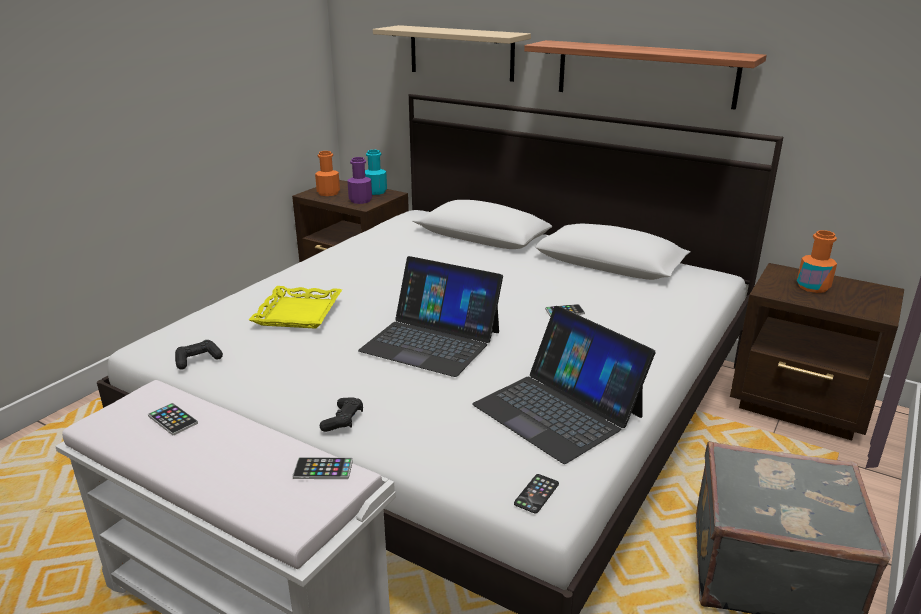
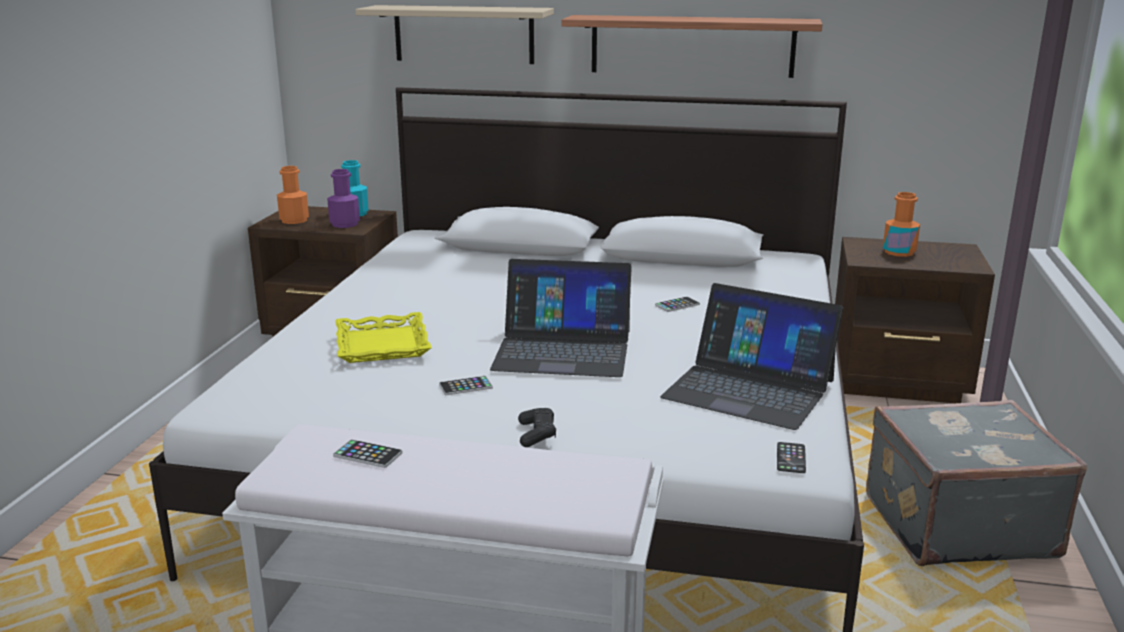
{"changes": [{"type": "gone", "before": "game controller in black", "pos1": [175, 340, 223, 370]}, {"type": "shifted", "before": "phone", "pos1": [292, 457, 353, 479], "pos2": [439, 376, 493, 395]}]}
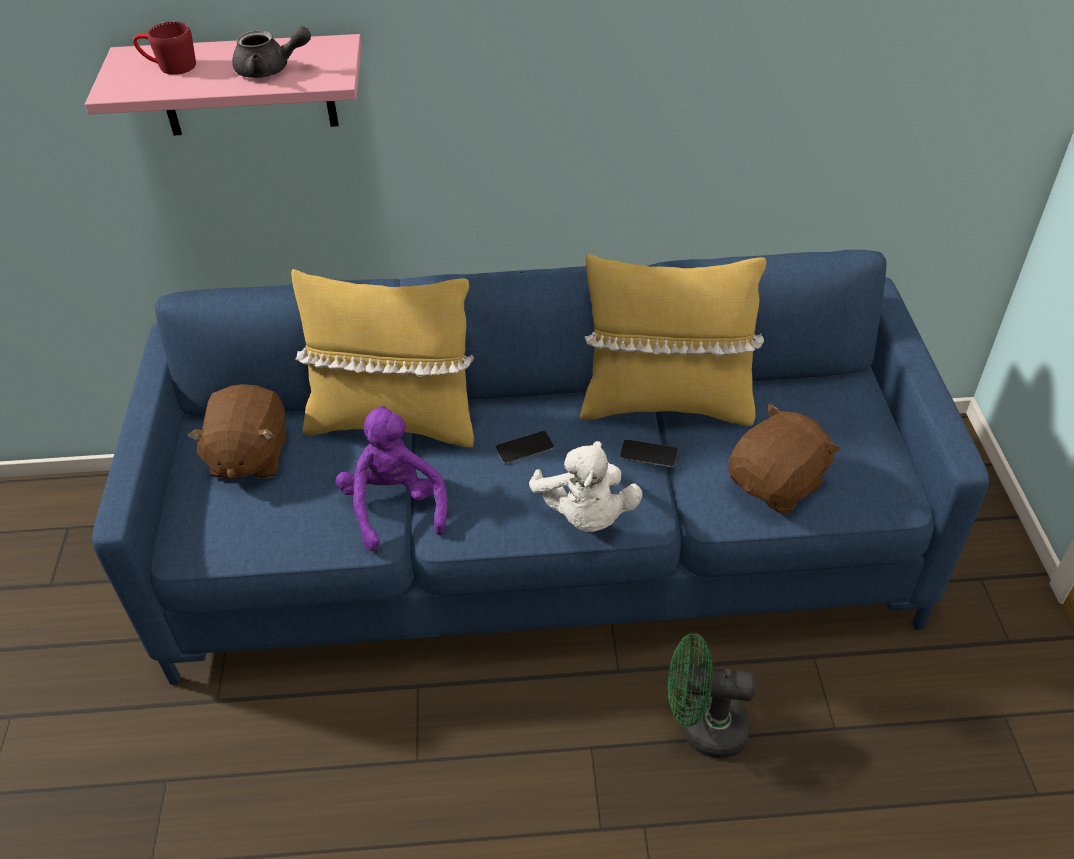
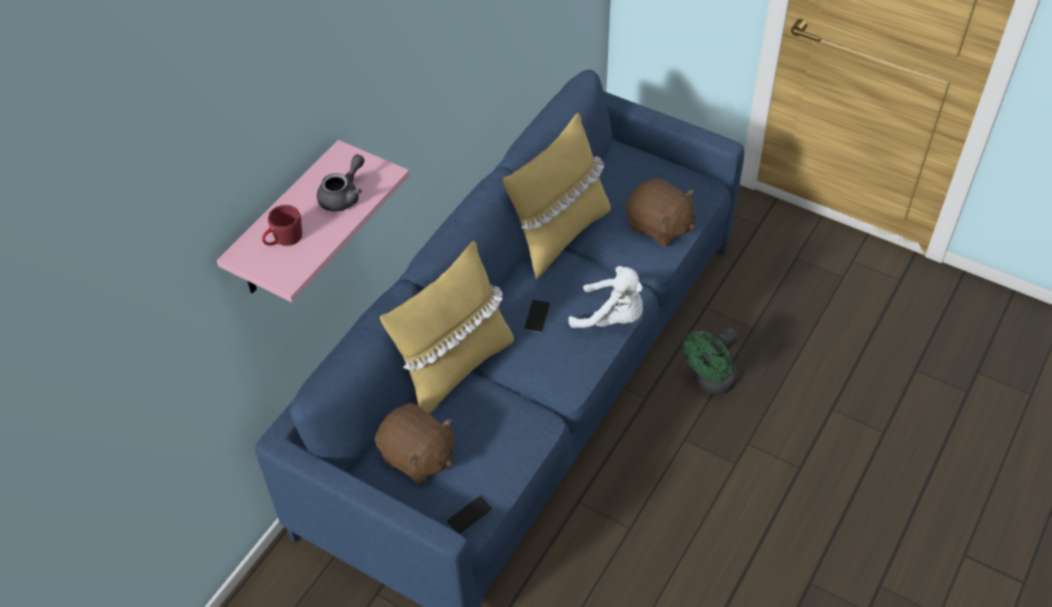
{"changes": [{"type": "rotated", "before": "plush toy in brown", "pos1": [728, 404, 841, 514], "pos2": [626, 178, 695, 247], "turn": 135}, {"type": "gone", "before": "plush toy in purple", "pos1": [336, 406, 447, 551]}, {"type": "shifted", "before": "phone", "pos1": [620, 440, 678, 467], "pos2": [447, 496, 492, 534]}]}
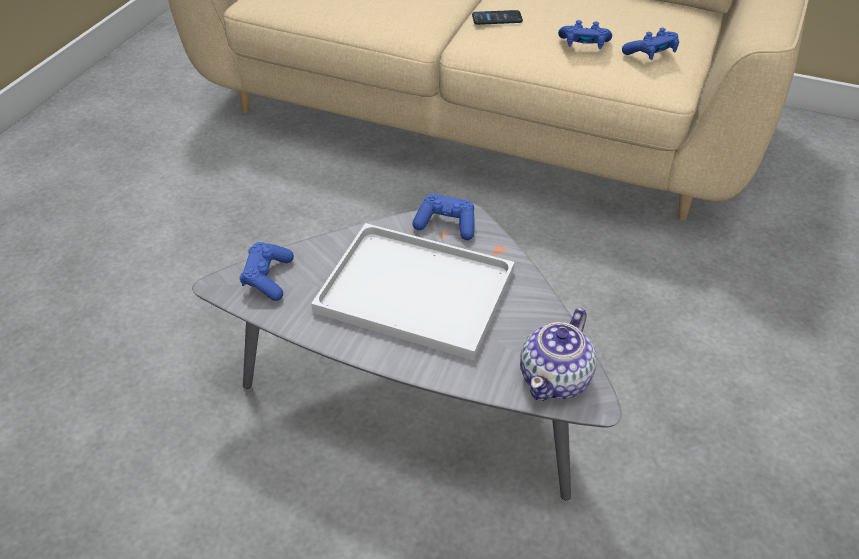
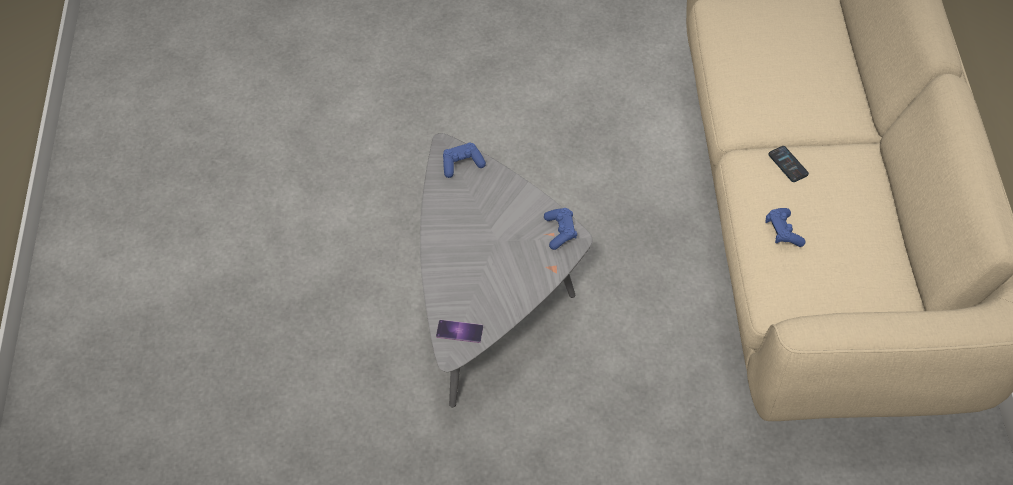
{"changes": [{"type": "gone", "before": "game controller in blue", "pos1": [622, 28, 679, 60]}, {"type": "gone", "before": "tray in white", "pos1": [311, 223, 515, 360]}, {"type": "swapped", "before": "teapot", "after": "phone", "pos1": [520, 308, 597, 401], "pos2": [436, 320, 483, 343]}]}
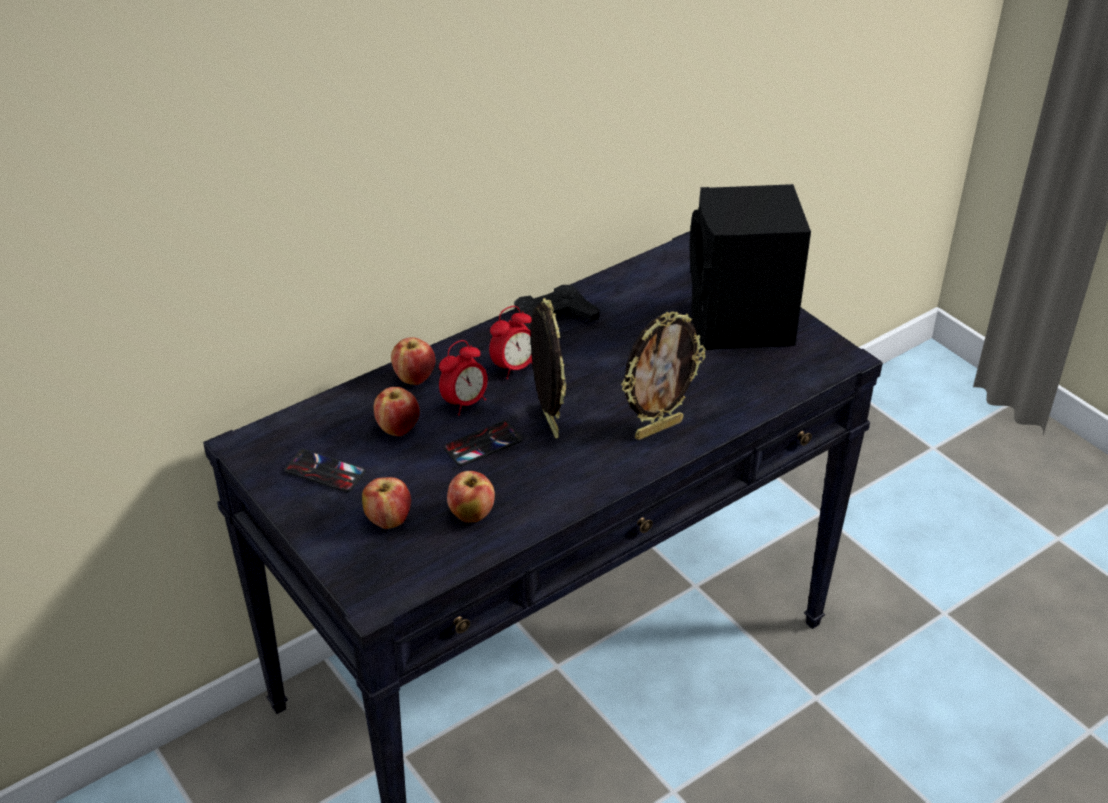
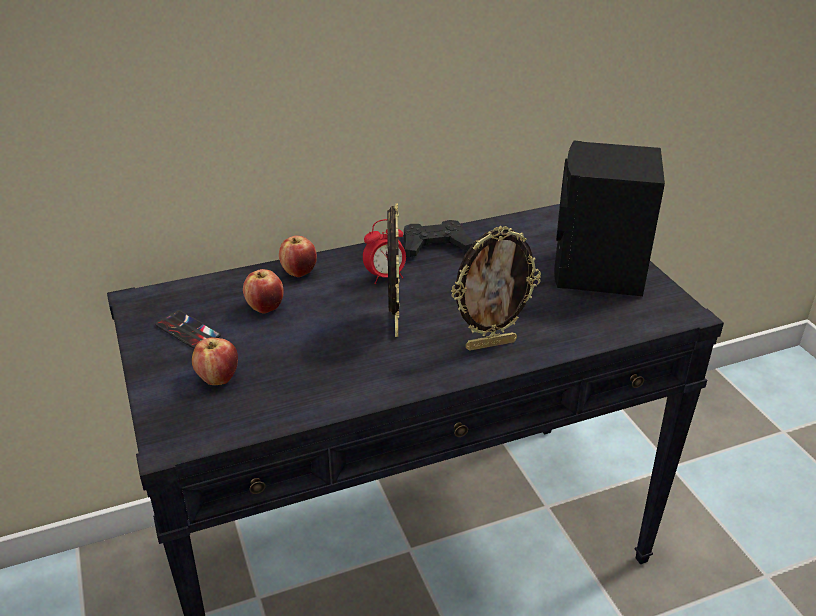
{"changes": [{"type": "gone", "before": "alarm clock", "pos1": [439, 340, 488, 416]}, {"type": "gone", "before": "phone", "pos1": [443, 420, 523, 466]}, {"type": "gone", "before": "apple", "pos1": [447, 471, 495, 522]}]}
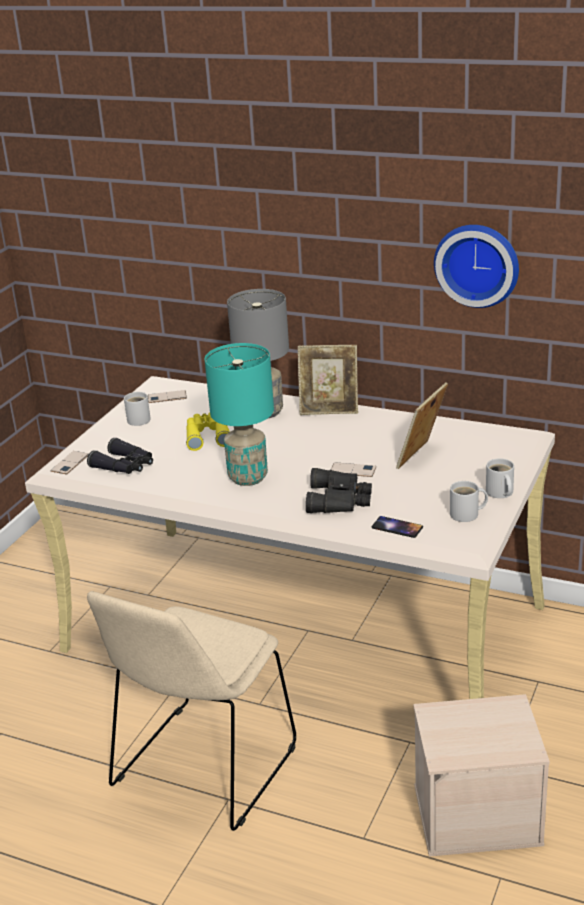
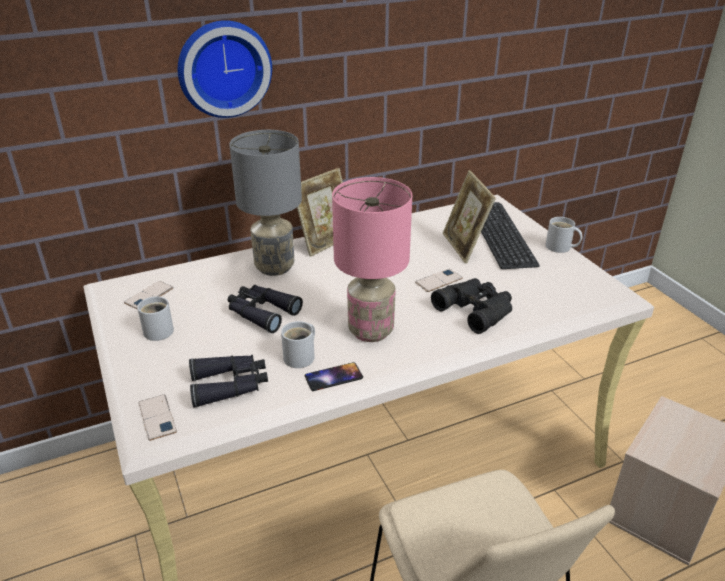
{"changes": [{"type": "shifted", "before": "wall clock", "pos1": [434, 225, 519, 308], "pos2": [178, 20, 272, 118]}, {"type": "repainted", "before": "table lamp in turquoise", "after": "table lamp in pink", "pos1": [204, 343, 274, 486], "pos2": [332, 177, 412, 342]}, {"type": "repainted", "before": "binoculars in yellow", "after": "binoculars in black", "pos1": [186, 413, 230, 451], "pos2": [228, 285, 303, 333]}, {"type": "shifted", "before": "mug in white", "pos1": [450, 481, 488, 522], "pos2": [281, 321, 315, 368]}, {"type": "shifted", "before": "phone", "pos1": [372, 516, 423, 538], "pos2": [305, 362, 363, 391]}, {"type": "new", "after": "keyboard", "pos2": [481, 202, 539, 269]}]}
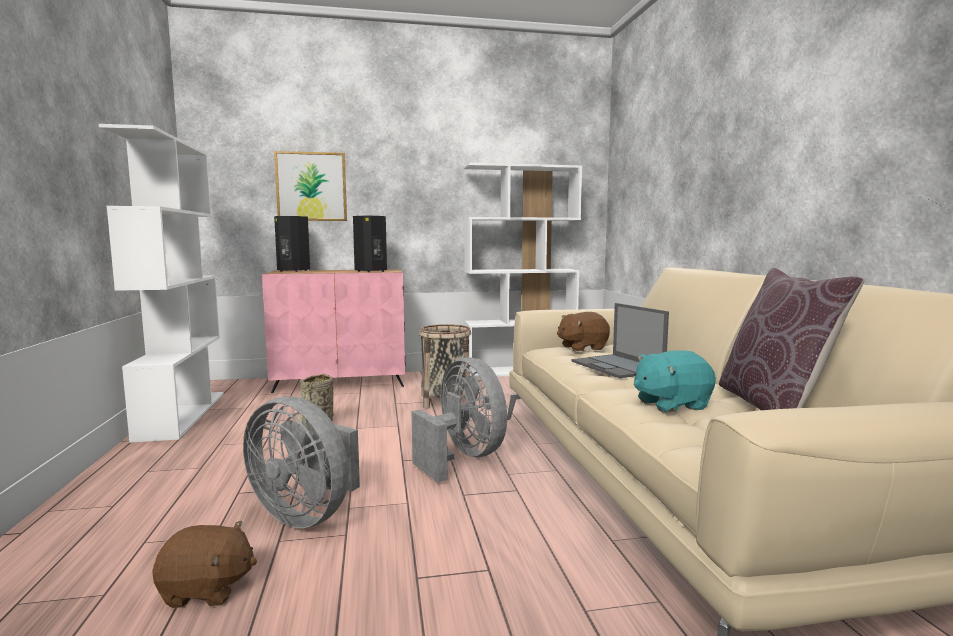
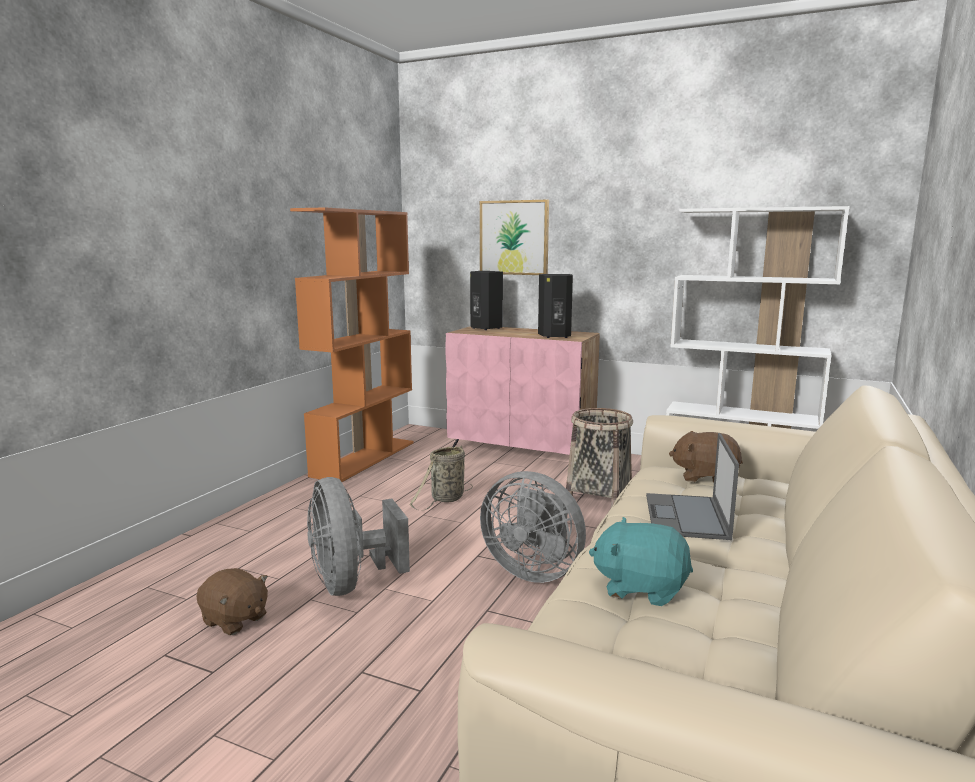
{"changes": [{"type": "repainted", "before": "bookcase in white", "after": "bookcase in orange", "pos1": [99, 124, 224, 443], "pos2": [290, 207, 414, 482]}, {"type": "gone", "before": "pillow in brown", "pos1": [719, 268, 864, 410]}, {"type": "rotated", "before": "fan in grey", "pos1": [412, 357, 507, 482], "pos2": [480, 471, 586, 583], "turn": 120}]}
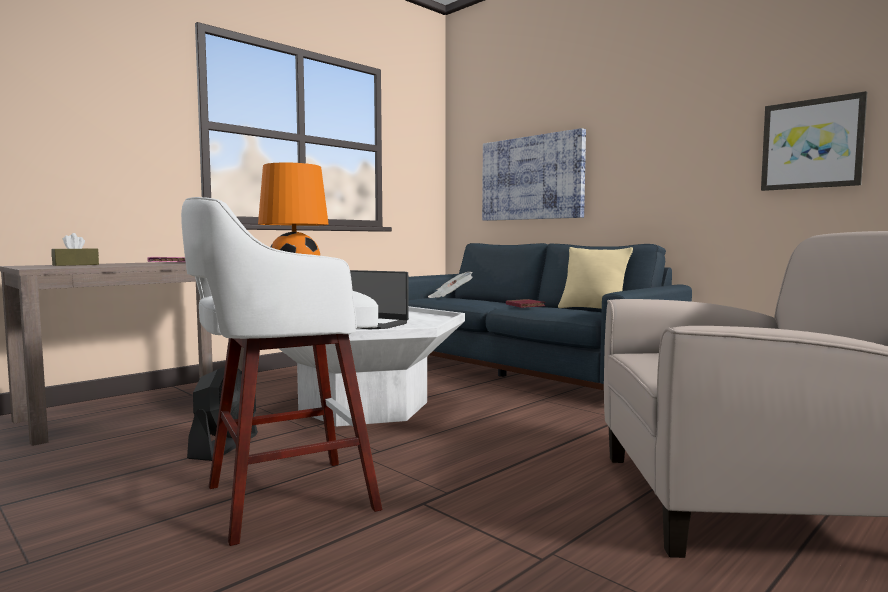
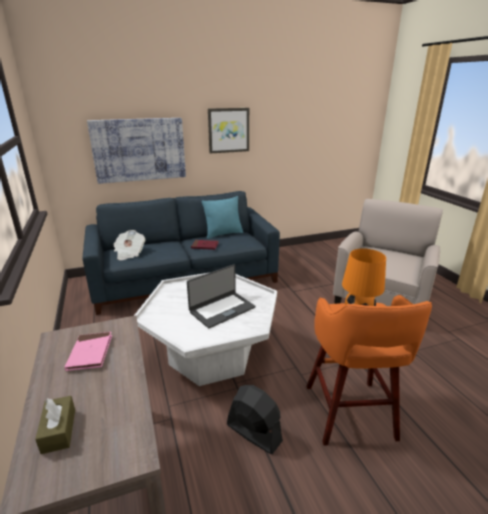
{"changes": [{"type": "shifted", "before": "picture", "pos1": [761, 91, 867, 191], "pos2": [208, 108, 249, 154]}, {"type": "repainted", "before": "stool in white", "after": "stool in orange", "pos1": [181, 197, 382, 546], "pos2": [306, 295, 432, 446]}, {"type": "repainted", "before": "pillow in beige", "after": "pillow in turquoise", "pos1": [558, 247, 633, 309], "pos2": [202, 196, 243, 239]}]}
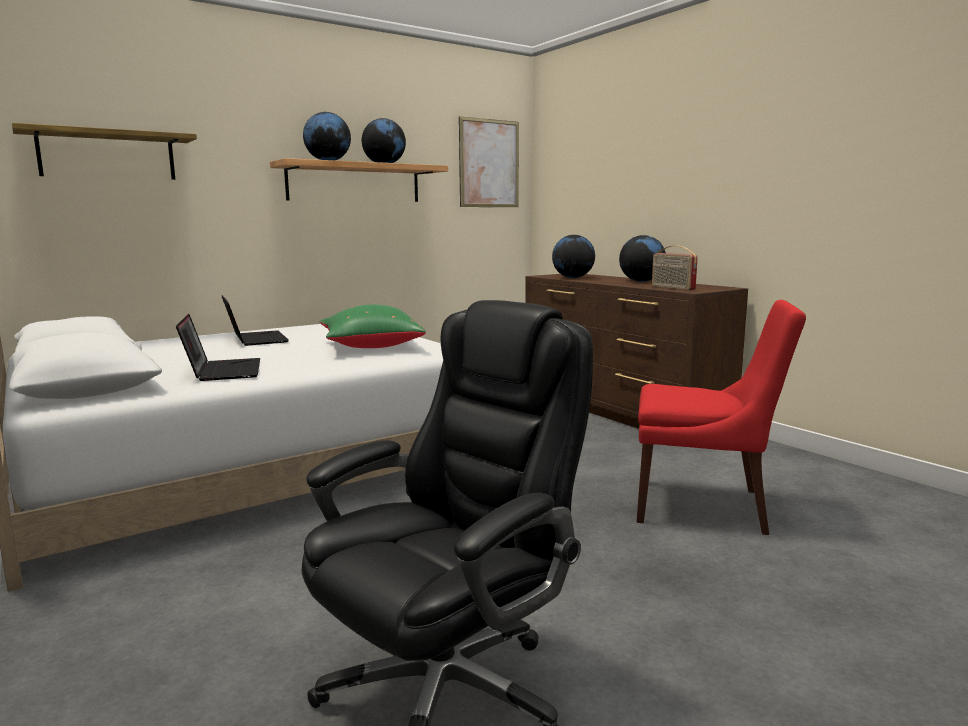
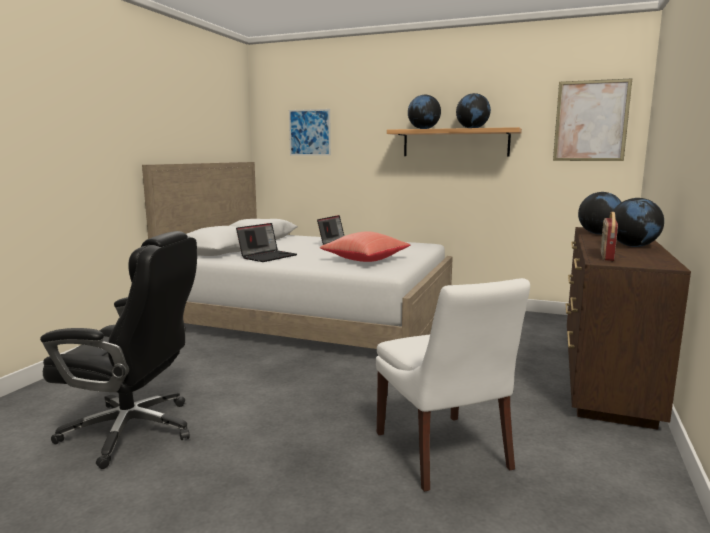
{"changes": [{"type": "swapped", "before": "shelf", "after": "picture", "pos1": [12, 123, 197, 180], "pos2": [289, 109, 331, 156]}, {"type": "repainted", "before": "chair in red", "after": "chair in white", "pos1": [636, 300, 806, 535], "pos2": [376, 278, 530, 492]}, {"type": "repainted", "before": "pillow in green", "after": "pillow in red", "pos1": [319, 305, 426, 348], "pos2": [320, 231, 411, 262]}]}
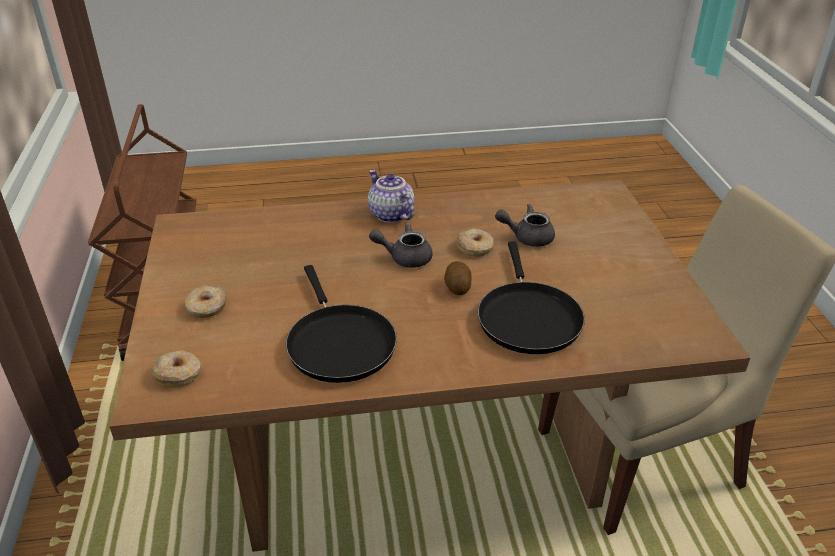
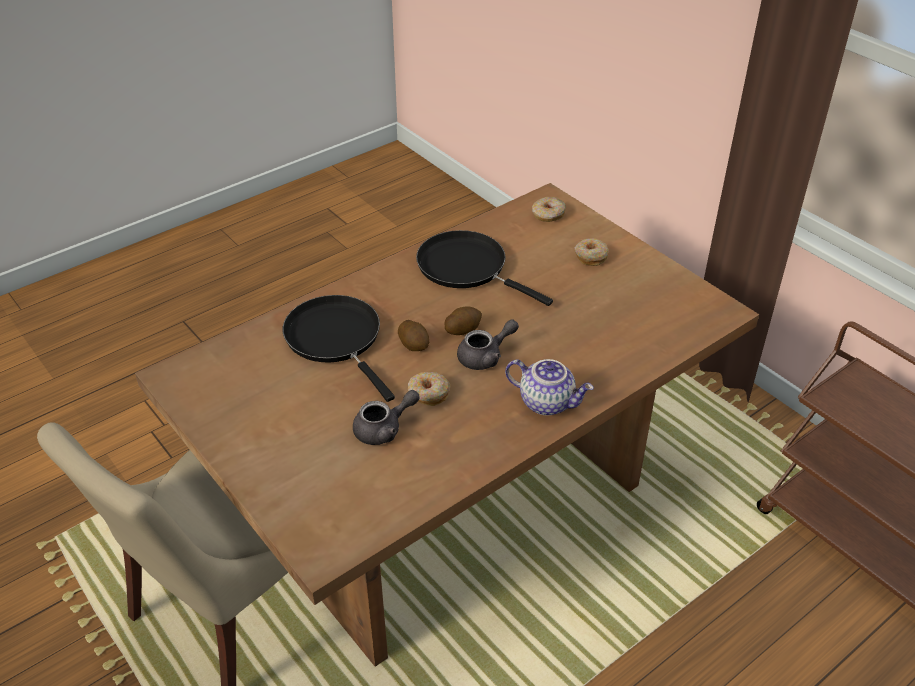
{"changes": [{"type": "new", "after": "potato", "pos2": [444, 307, 482, 335]}]}
